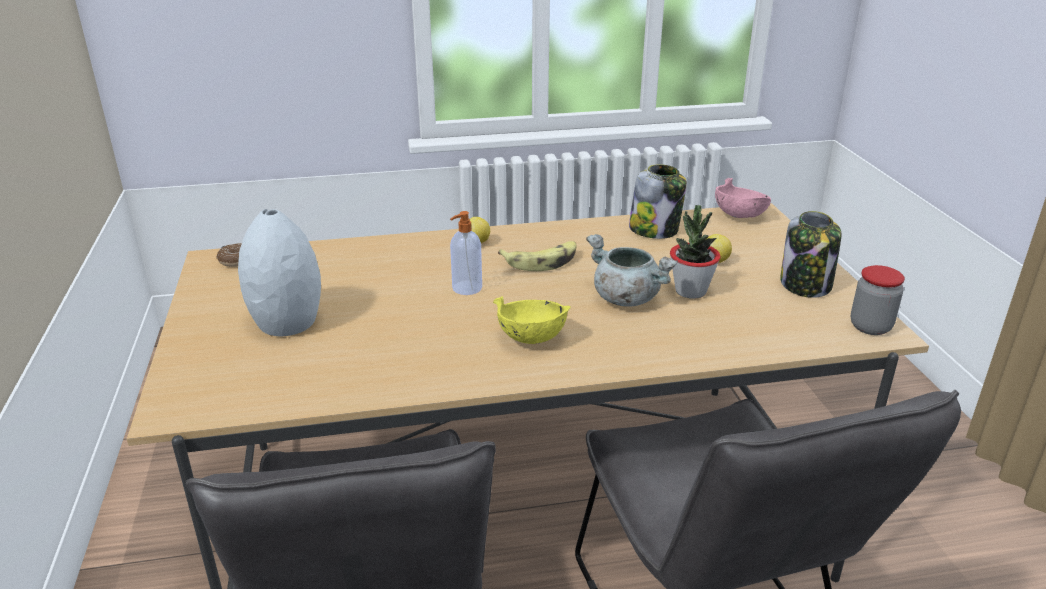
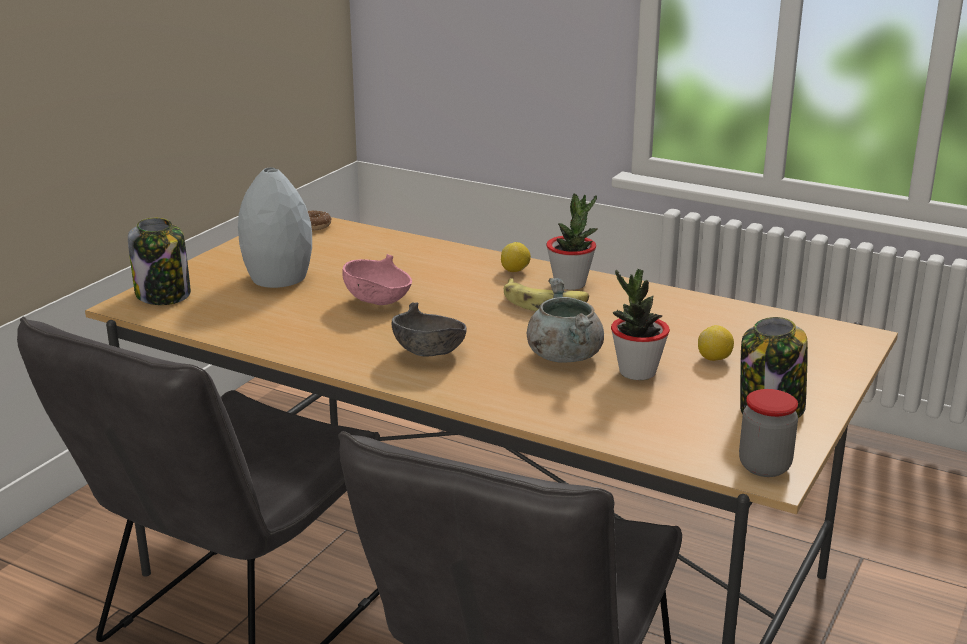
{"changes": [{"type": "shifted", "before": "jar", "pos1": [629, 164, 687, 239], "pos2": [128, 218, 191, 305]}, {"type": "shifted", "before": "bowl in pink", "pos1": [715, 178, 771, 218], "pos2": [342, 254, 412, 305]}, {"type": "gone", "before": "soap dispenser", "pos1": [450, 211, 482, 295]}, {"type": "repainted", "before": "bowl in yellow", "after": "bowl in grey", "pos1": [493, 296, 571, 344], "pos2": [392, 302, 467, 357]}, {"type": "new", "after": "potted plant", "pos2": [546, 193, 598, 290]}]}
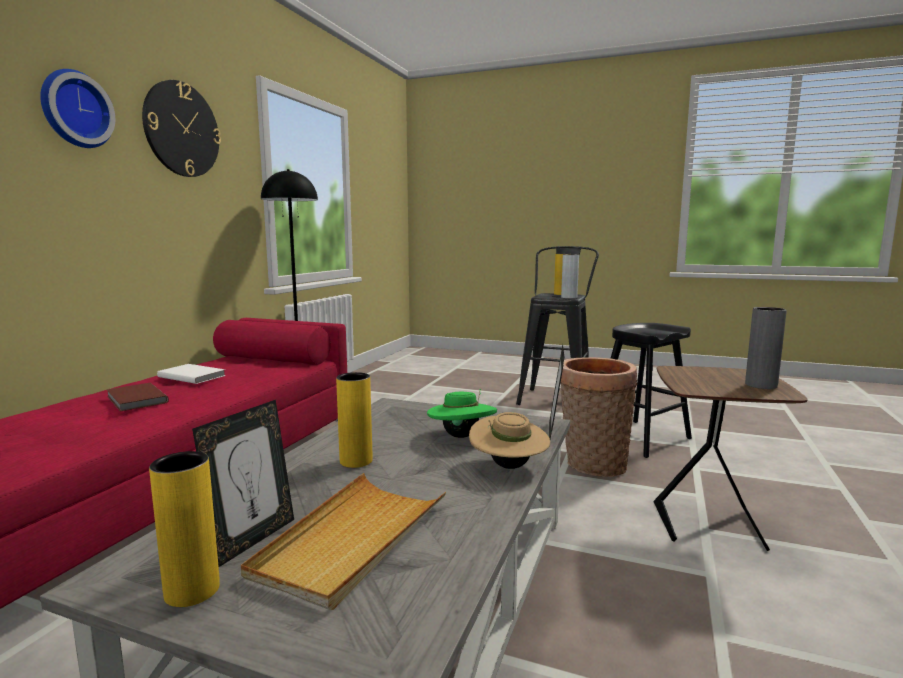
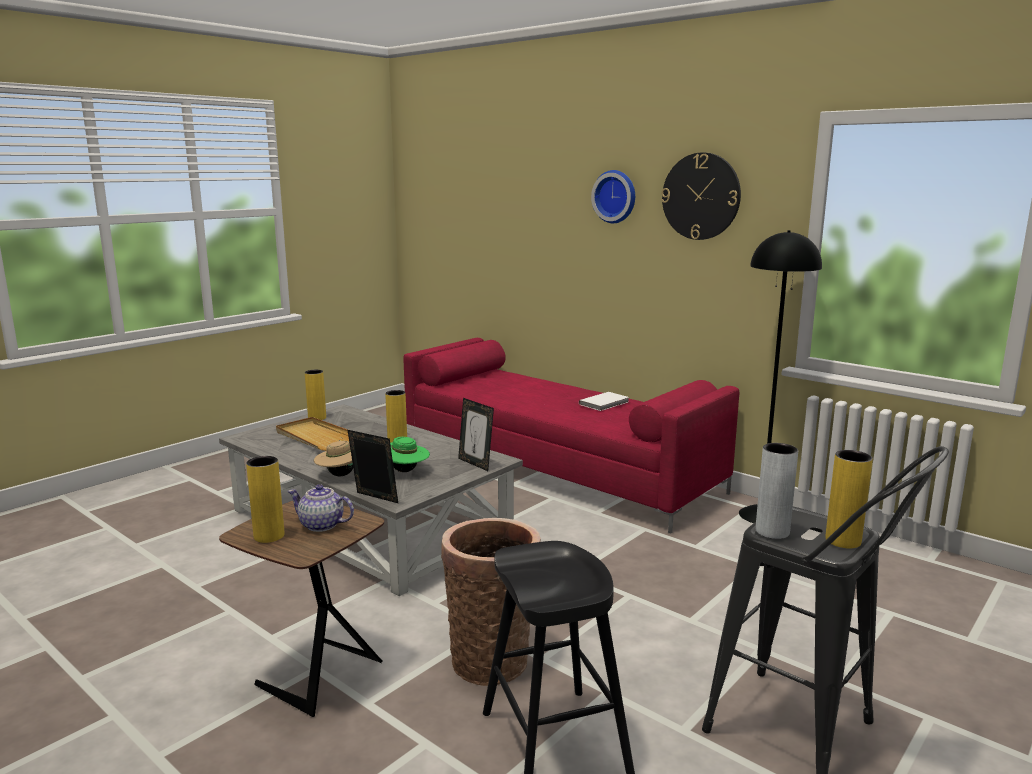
{"changes": [{"type": "repainted", "before": "vase in grey", "after": "vase in yellow", "pos1": [745, 307, 787, 389], "pos2": [246, 456, 284, 543]}, {"type": "gone", "before": "book in brown", "pos1": [106, 383, 169, 412]}, {"type": "shifted", "before": "picture frame", "pos1": [192, 400, 294, 567], "pos2": [458, 398, 494, 471]}, {"type": "new", "after": "teapot", "pos2": [287, 484, 354, 532]}]}
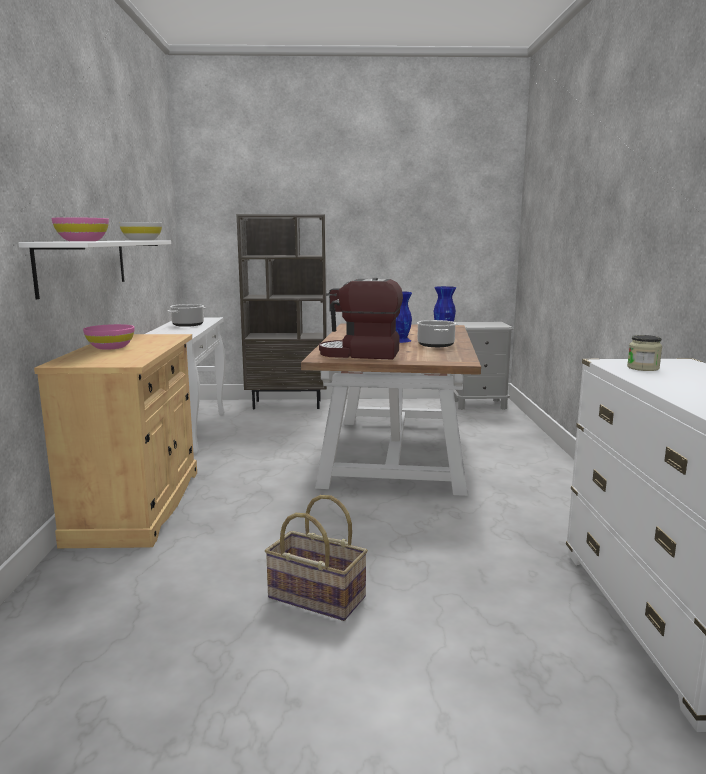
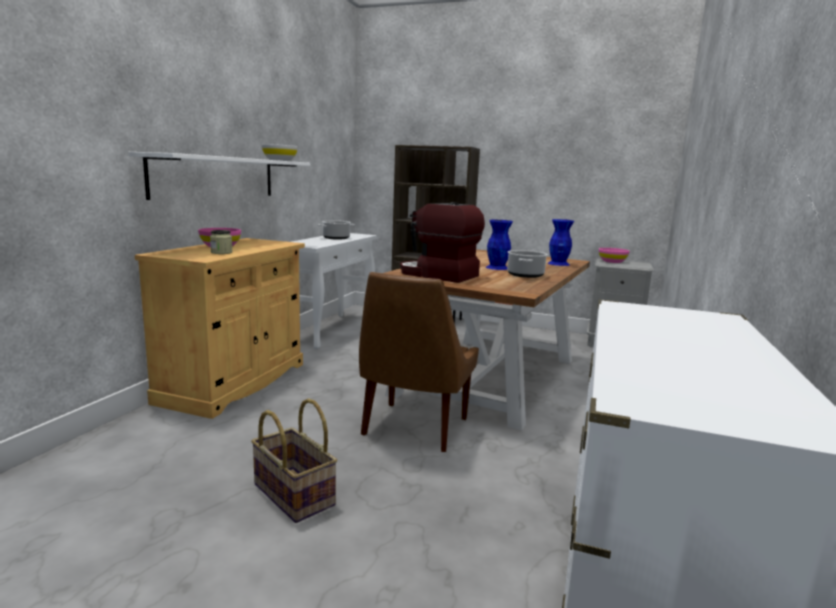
{"changes": [{"type": "shifted", "before": "bowl in pink", "pos1": [51, 217, 109, 241], "pos2": [599, 248, 630, 263]}, {"type": "shifted", "before": "jar", "pos1": [627, 335, 662, 371], "pos2": [210, 230, 233, 254]}, {"type": "new", "after": "chair in brown", "pos2": [359, 272, 479, 452]}]}
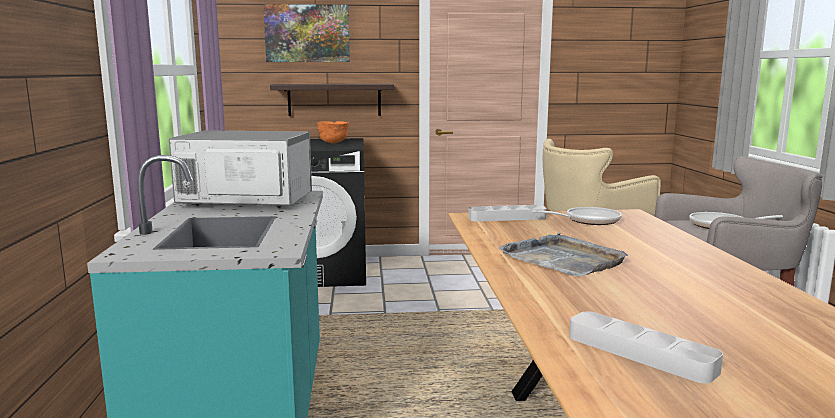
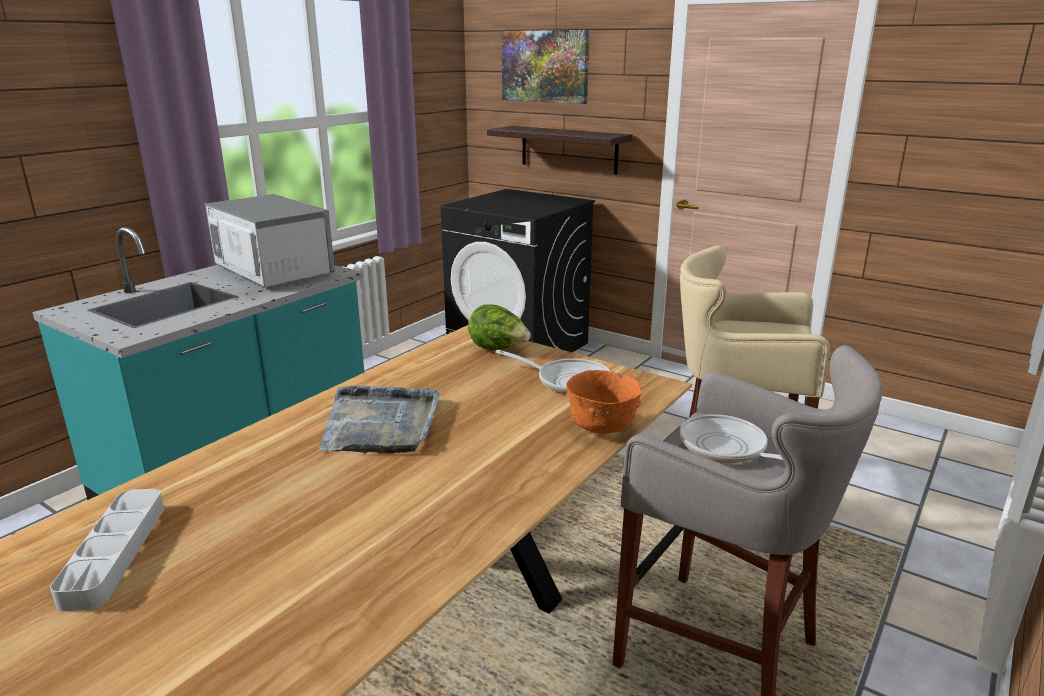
{"changes": [{"type": "shifted", "before": "bowl in orange", "pos1": [317, 121, 349, 143], "pos2": [566, 370, 643, 434]}, {"type": "swapped", "before": "tray in grey", "after": "lettuce", "pos1": [468, 205, 547, 222], "pos2": [468, 304, 531, 350]}]}
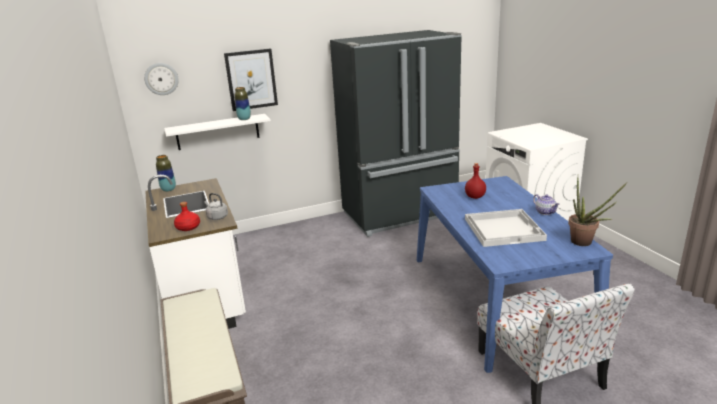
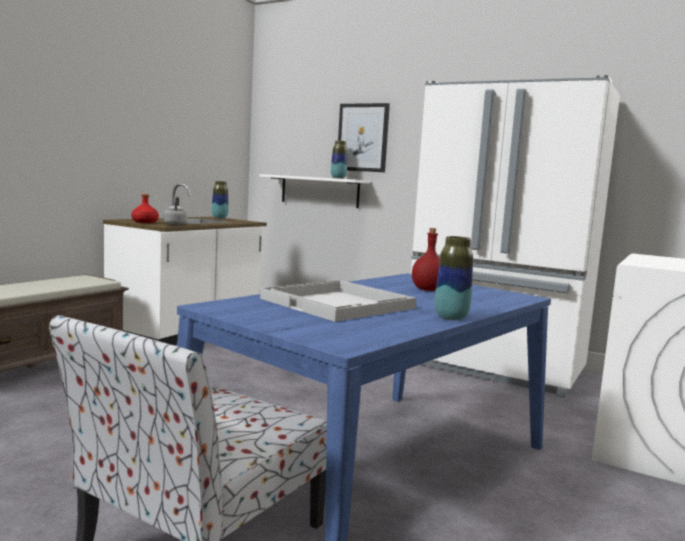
{"changes": [{"type": "repainted", "before": "fridge in black", "after": "fridge in white", "pos1": [330, 30, 462, 237], "pos2": [411, 75, 620, 398]}, {"type": "gone", "before": "wall clock", "pos1": [144, 63, 179, 95]}, {"type": "gone", "before": "potted plant", "pos1": [568, 177, 627, 246]}, {"type": "swapped", "before": "teapot", "after": "vase", "pos1": [533, 194, 560, 215], "pos2": [435, 236, 473, 320]}]}
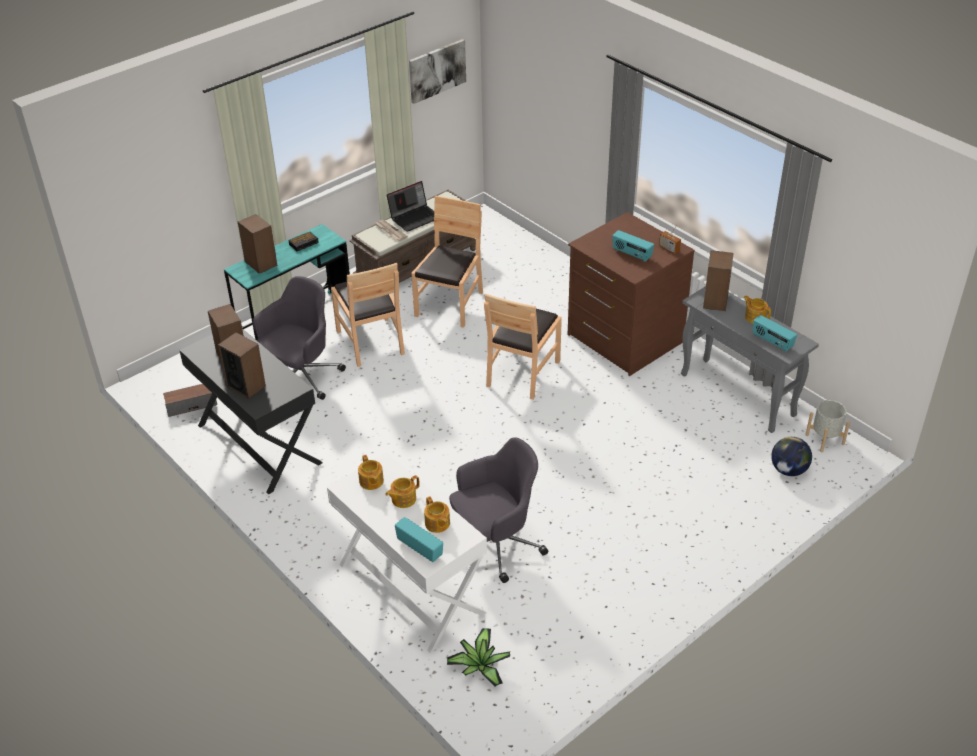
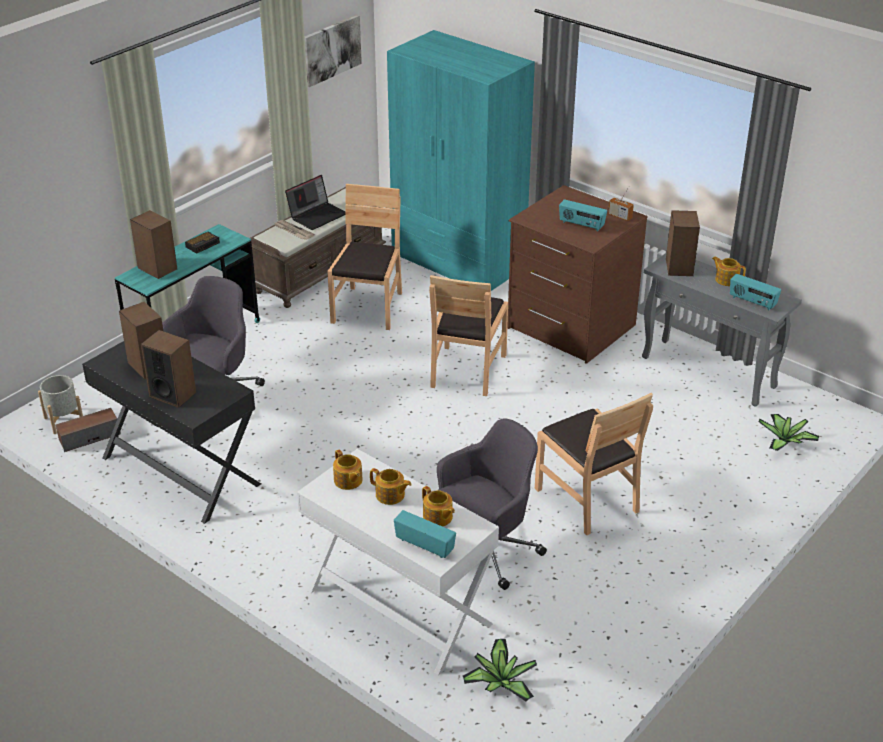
{"changes": [{"type": "shifted", "before": "chair in brown", "pos1": [331, 263, 405, 367], "pos2": [535, 393, 653, 535]}, {"type": "shifted", "before": "planter in grey", "pos1": [806, 400, 850, 452], "pos2": [38, 375, 83, 434]}, {"type": "swapped", "before": "globe", "after": "potted plant", "pos1": [771, 437, 812, 476], "pos2": [758, 414, 820, 451]}, {"type": "rotated", "before": "teapot", "pos1": [385, 475, 420, 508], "pos2": [370, 468, 411, 505], "turn": -105}, {"type": "new", "after": "wardrobe in turquoise", "pos2": [387, 30, 535, 291]}]}
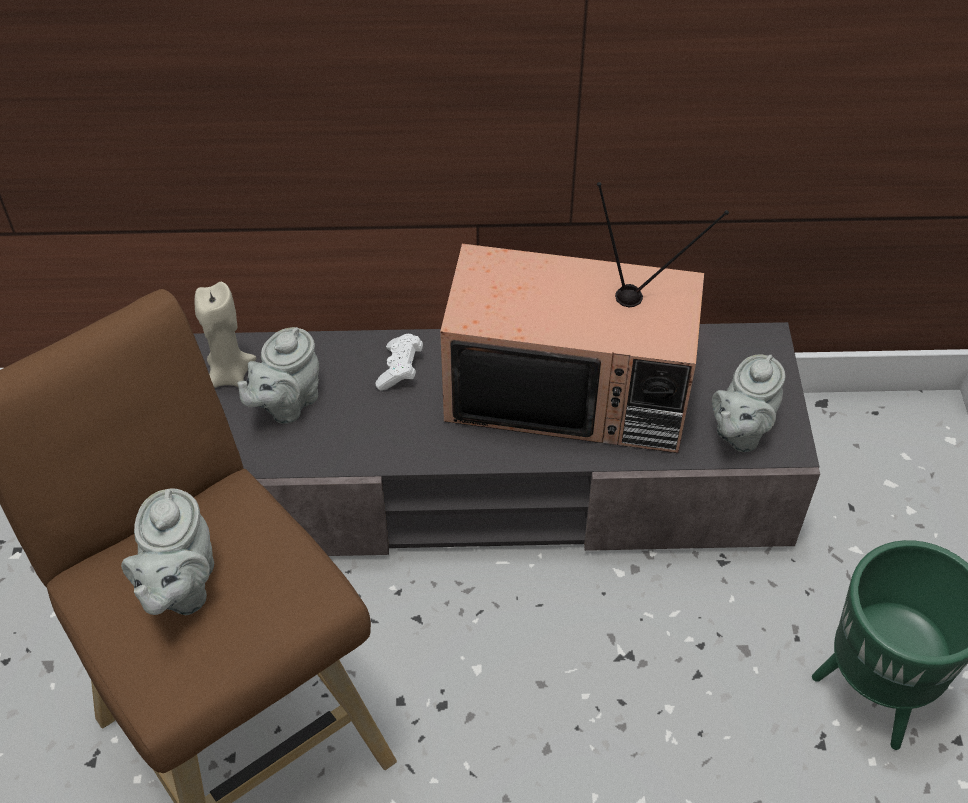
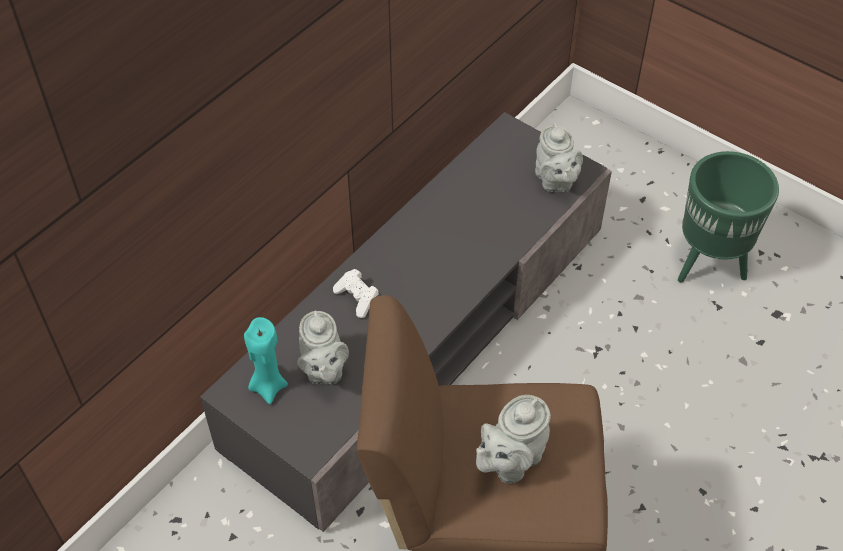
{"changes": [{"type": "gone", "before": "television", "pos1": [440, 182, 729, 453]}, {"type": "repainted", "before": "candle in beige", "after": "candle in turquoise", "pos1": [195, 282, 256, 388], "pos2": [244, 317, 288, 404]}, {"type": "rotated", "before": "teapot in grey", "pos1": [121, 488, 214, 615], "pos2": [476, 395, 551, 483], "turn": 90}]}
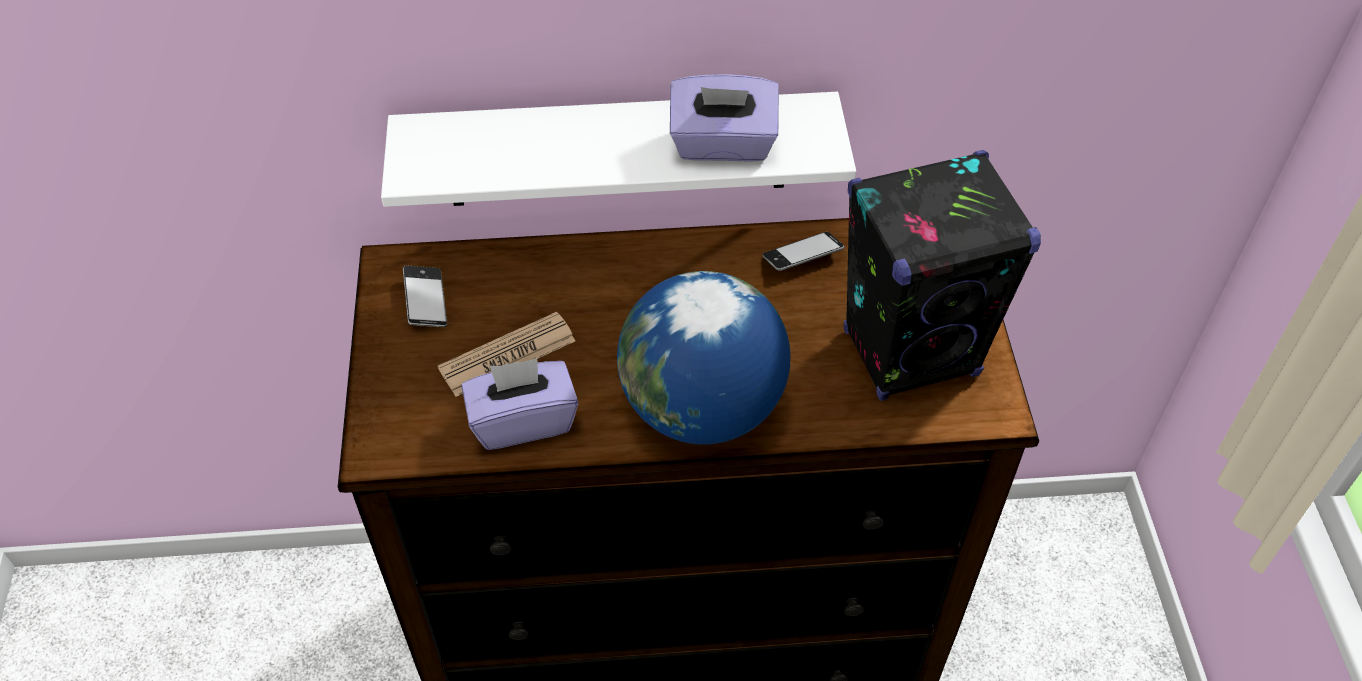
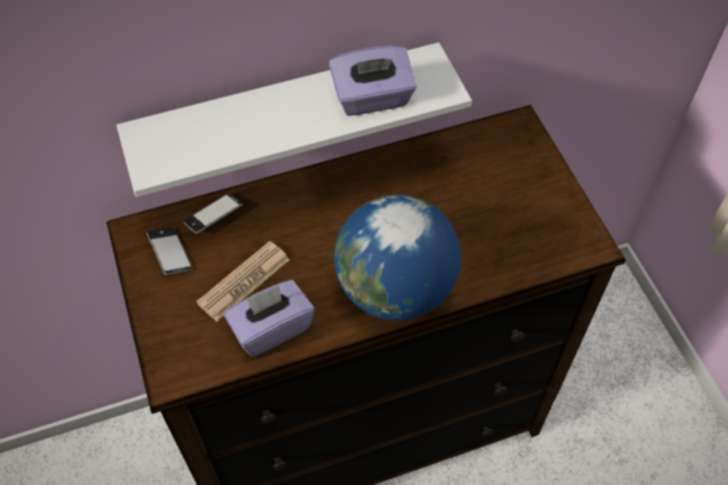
{"changes": [{"type": "gone", "before": "speaker in black", "pos1": [844, 150, 1041, 401]}, {"type": "shifted", "before": "phone", "pos1": [763, 232, 844, 271], "pos2": [184, 193, 243, 234]}]}
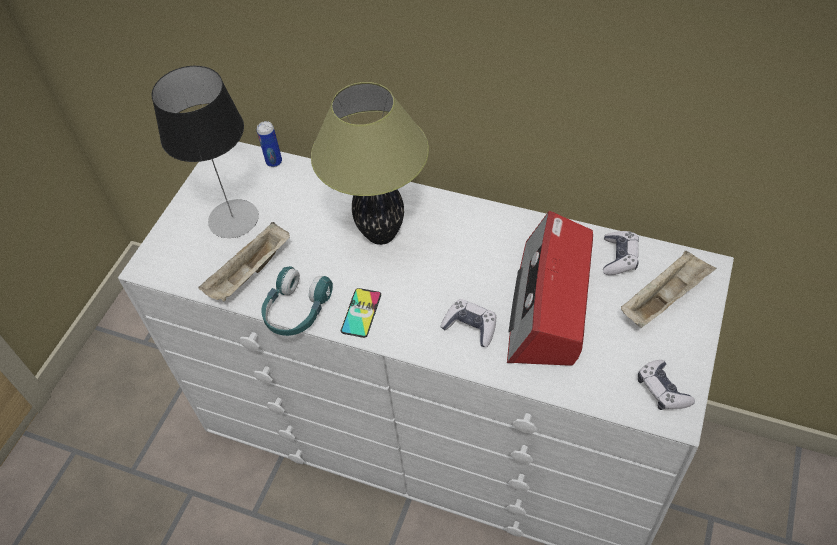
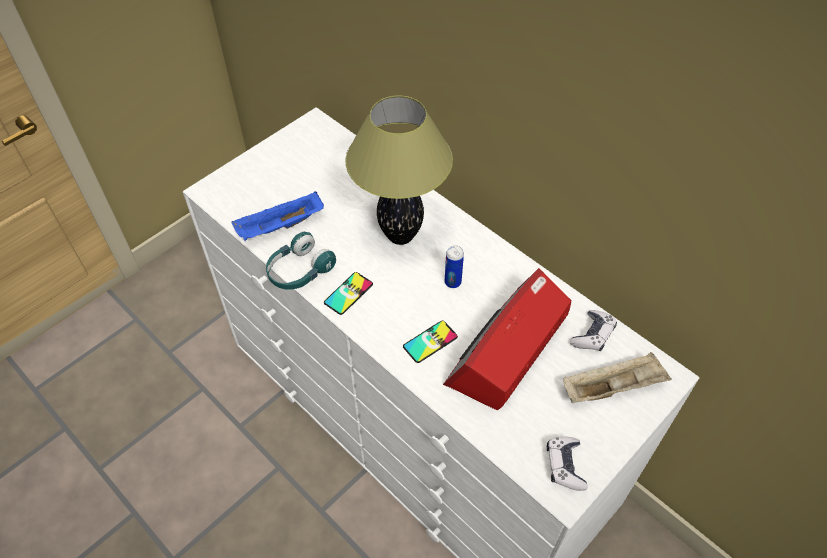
{"changes": [{"type": "gone", "before": "table lamp", "pos1": [151, 66, 259, 238]}, {"type": "shifted", "before": "can", "pos1": [257, 121, 282, 167], "pos2": [445, 245, 464, 288]}, {"type": "repainted", "before": "tray in beige", "after": "tray in blue", "pos1": [199, 222, 290, 302], "pos2": [232, 191, 324, 241]}, {"type": "swapped", "before": "game controller", "after": "phone", "pos1": [440, 299, 496, 347], "pos2": [403, 321, 458, 363]}]}
